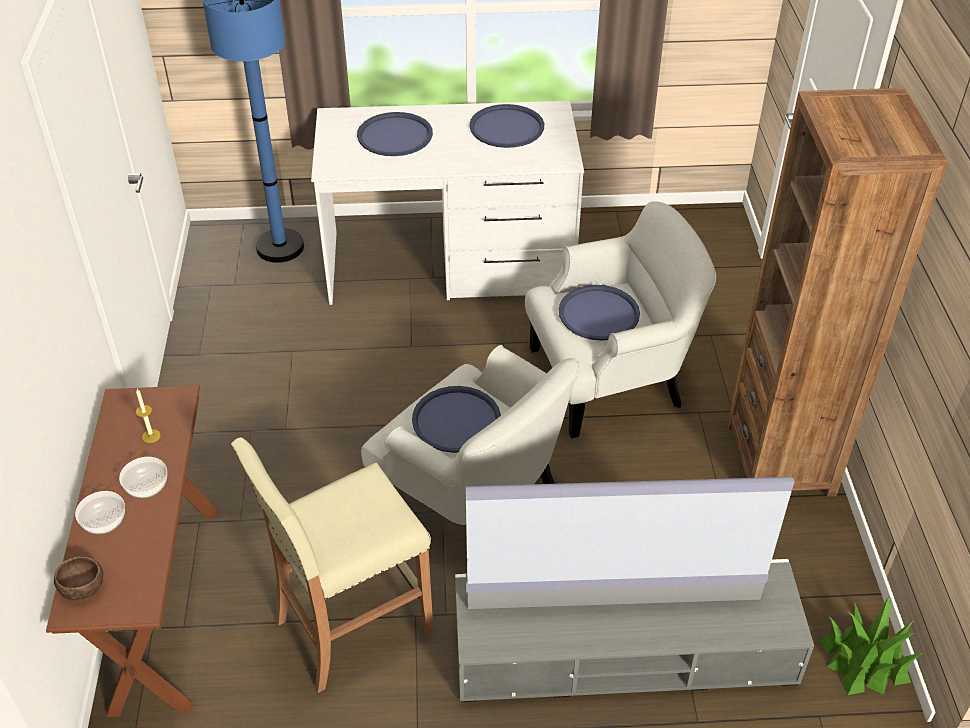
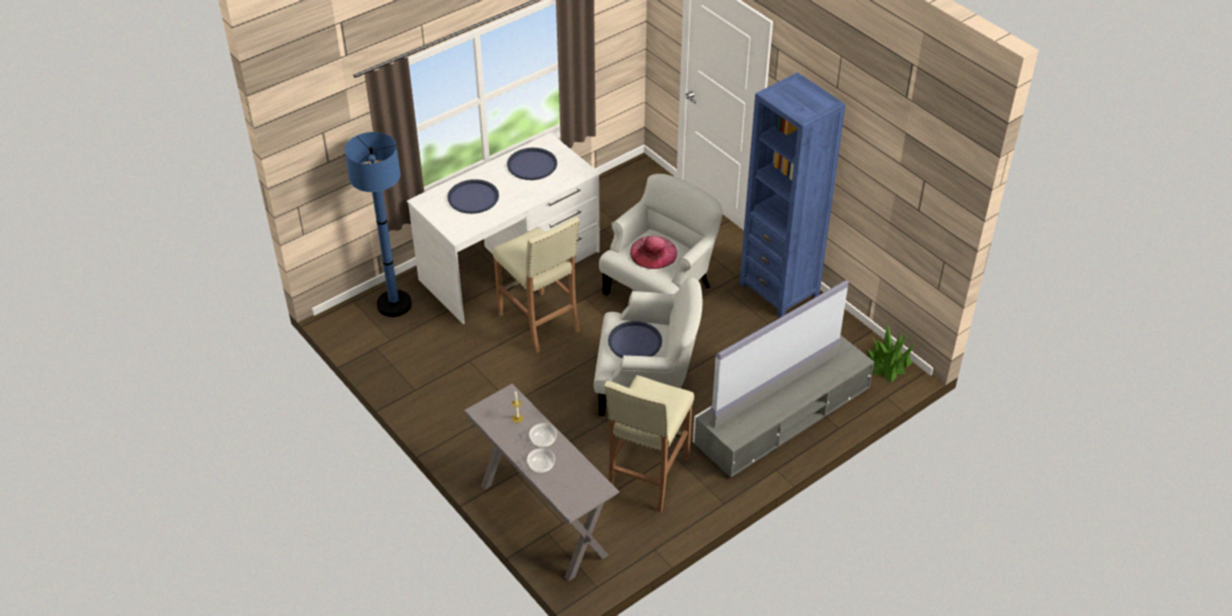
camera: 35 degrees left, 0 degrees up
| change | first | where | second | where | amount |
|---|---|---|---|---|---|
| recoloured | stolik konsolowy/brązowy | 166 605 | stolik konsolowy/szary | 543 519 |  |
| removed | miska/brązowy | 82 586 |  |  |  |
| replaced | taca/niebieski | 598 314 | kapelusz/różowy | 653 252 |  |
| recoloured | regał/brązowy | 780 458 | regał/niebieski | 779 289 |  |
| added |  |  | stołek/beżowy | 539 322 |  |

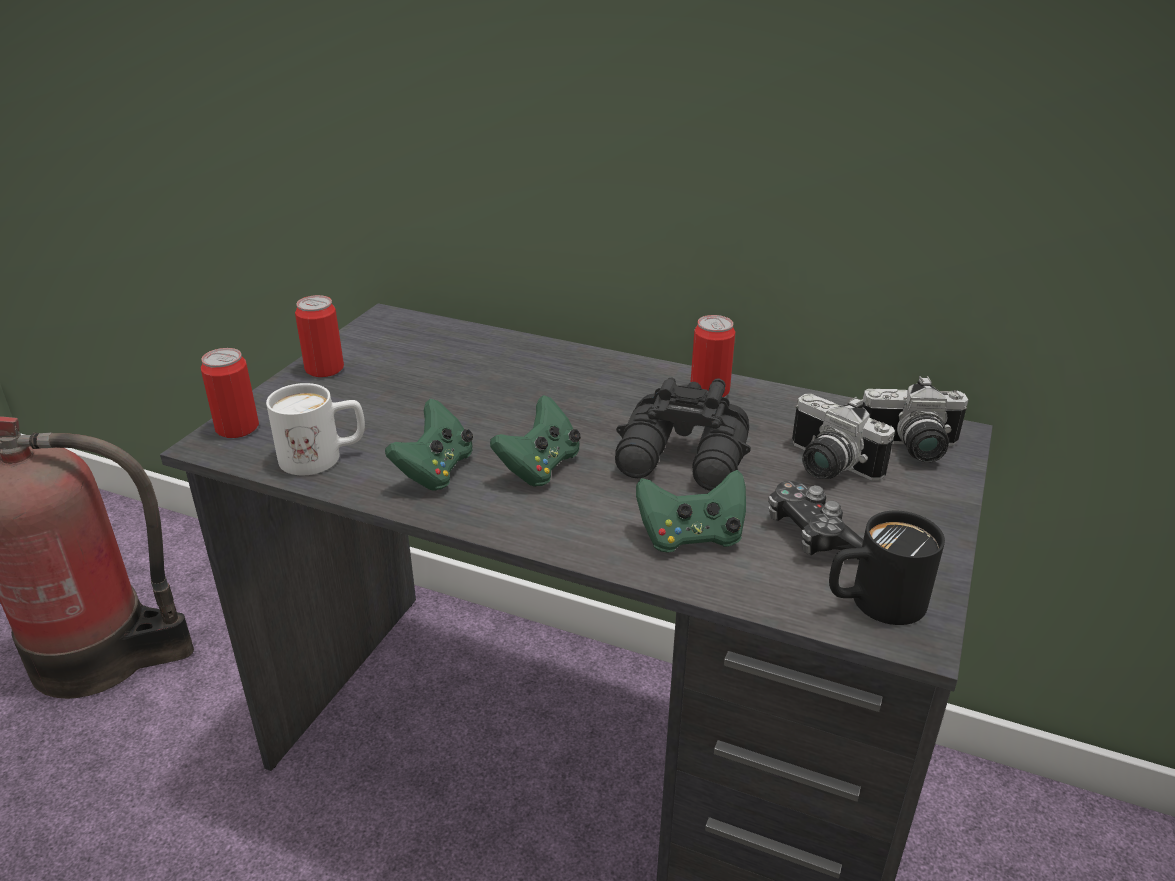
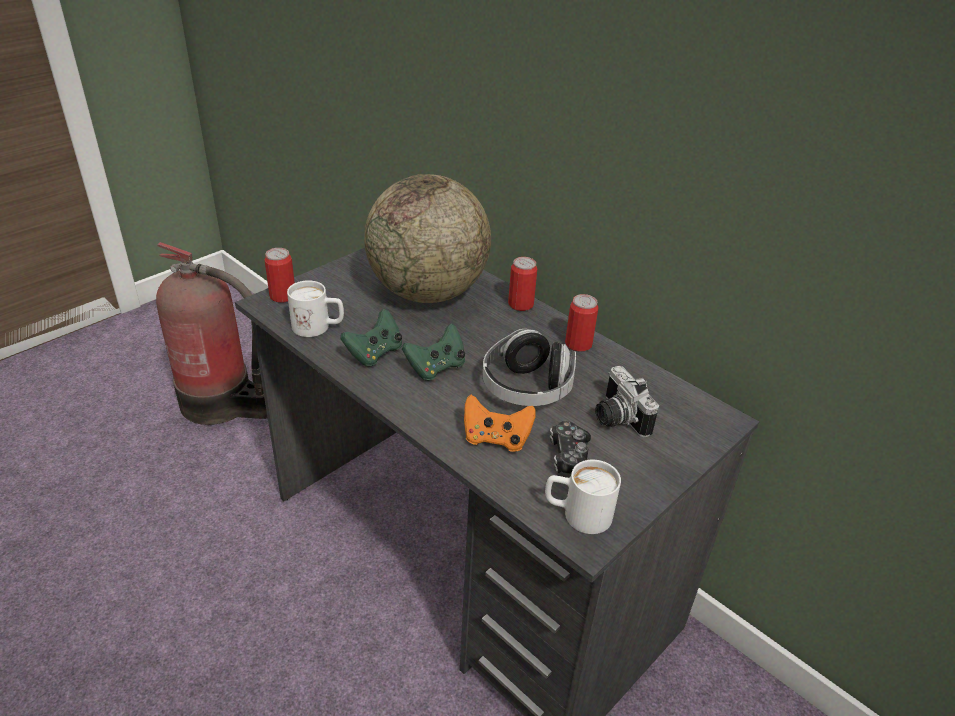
camera: 20 degrees right, 5 degrees up
| change | first | where | second | where | amount |
|---|---|---|---|---|---|
| moved | puszka | 324 369 |  | 520 304 |  |
| replaced | lornetka/czarny | 684 460 | słuchawki | 527 388 |  |
| recoloured | pad do gier/zielony | 691 537 | pad do gier/pomarańczowy | 496 439 |  |
| recoloured | kubek/czarny | 873 603 | kubek/biały | 577 514 |  |
| removed | aparat fotograficzny | 910 449 |  |  |  |
| added |  |  | globus | 428 292 |  |

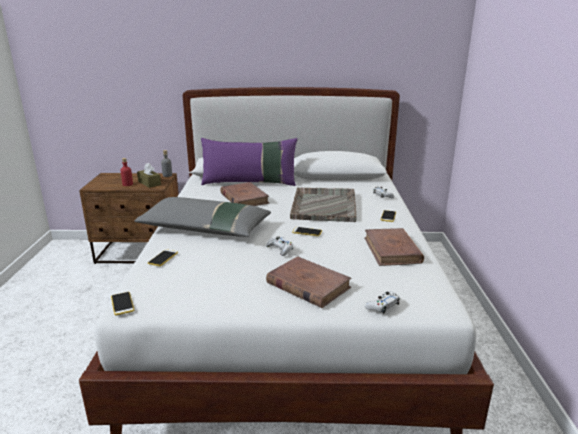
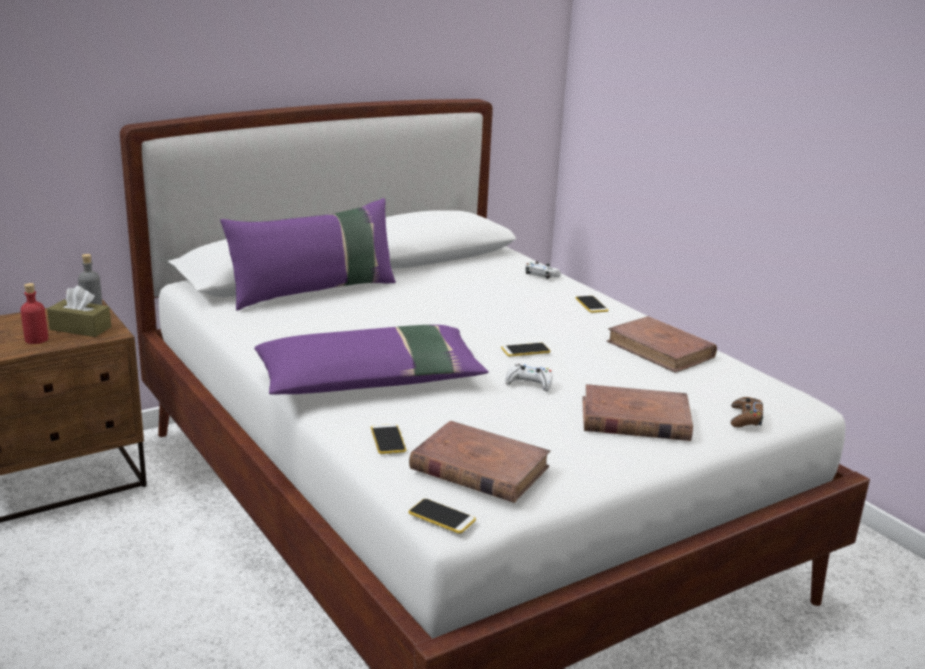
camera: 35 degrees left, 0 degrees up
| change | first | where | second | where | amount |
|---|---|---|---|---|---|
| recoloured | poduszka/szary | 204 228 | poduszka/fioletowy | 371 381 |  |
| moved | książka/brązowy | 244 198 |  | 478 468 |  |
| removed | taca/szary | 324 205 |  |  |  |
| recoloured | pad do gier/biały | 382 306 | pad do gier/brązowy | 745 418 |  |

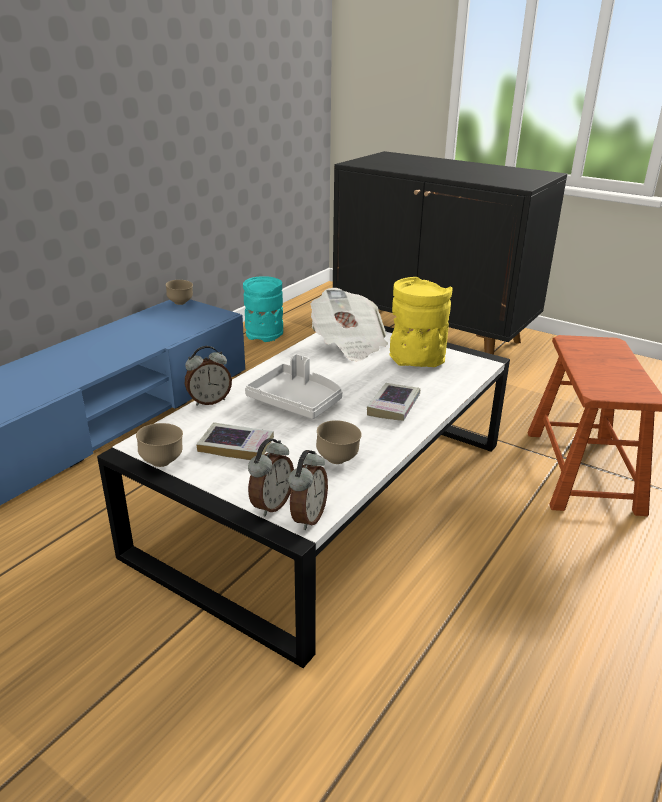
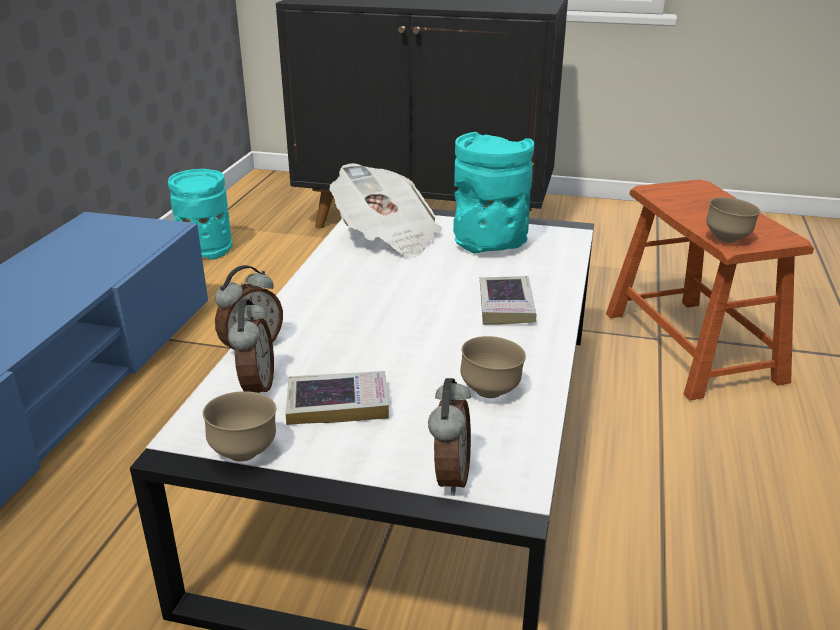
camera: 20 degrees left, 0 degrees up
| change | first | where | second | where | amount |
|---|---|---|---|---|---|
| moved | miska/brązowy | 181 303 |  | 728 239 |  |
| removed | taca/szary | 296 401 |  |  |  |
| moved | budzik | 307 517 |  | 256 386 |  |
| recoloured | wazon/żółty | 415 361 | wazon/turkusowy | 488 245 |  |

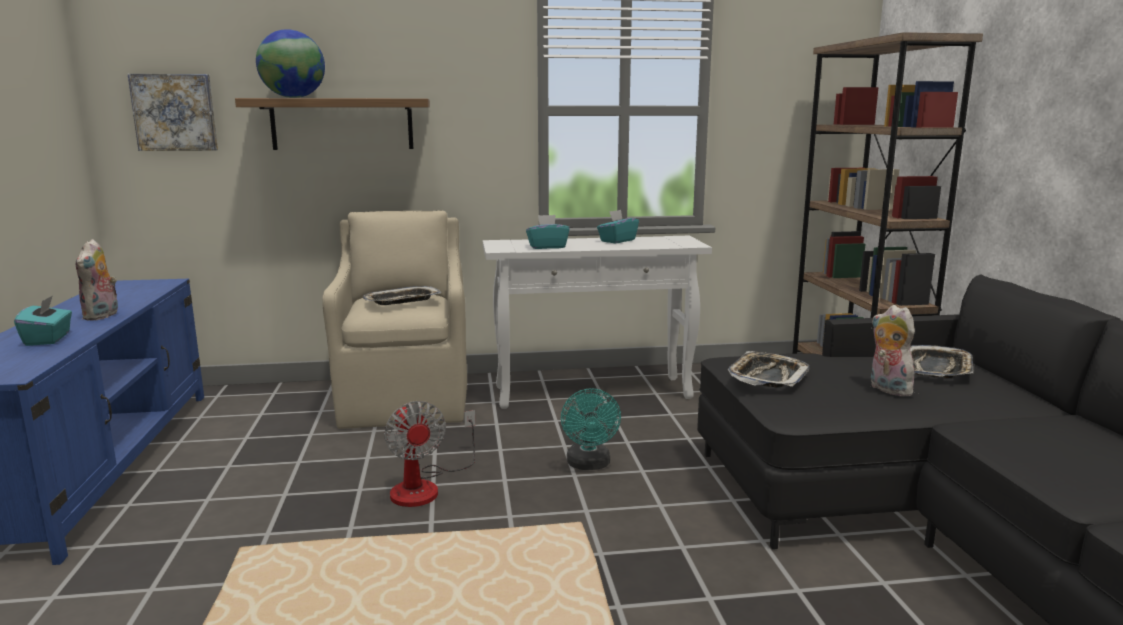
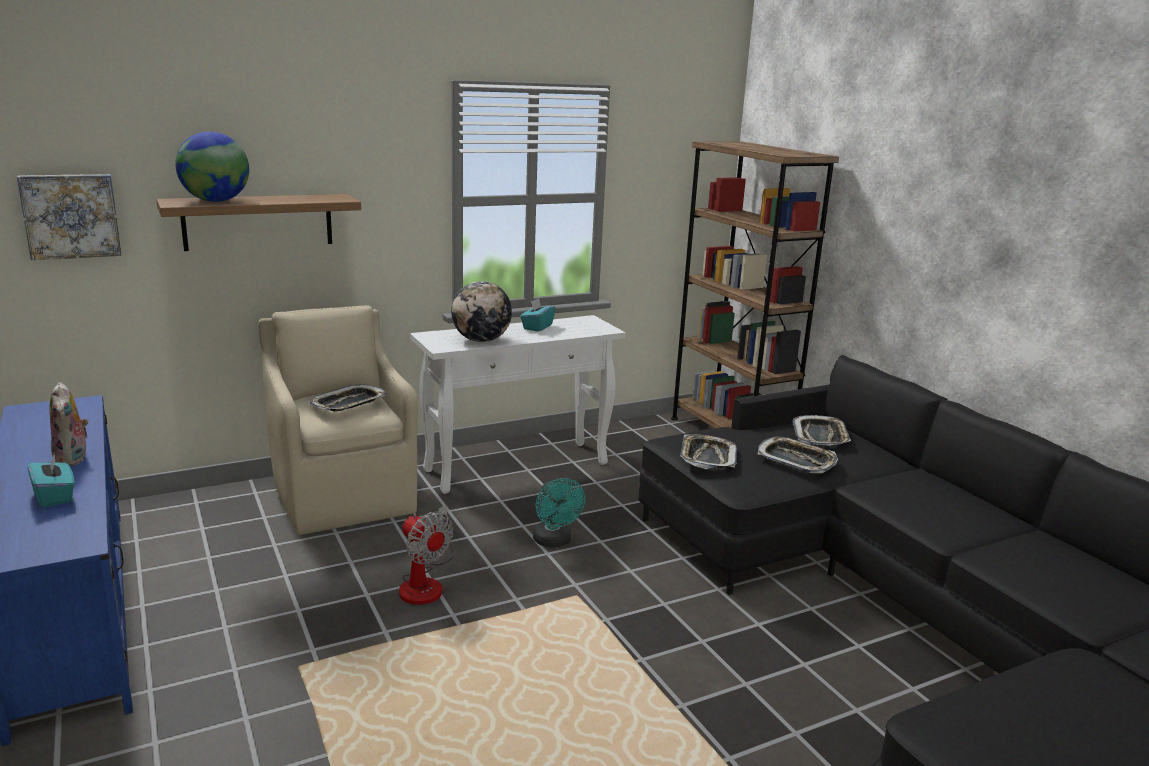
camera: 20 degrees left, 5 degrees up
| change | first | where | second | where | amount |
|---|---|---|---|---|---|
| replaced | pudełko chusteczek/turkusowy | 547 247 | globus | 481 340 |  |
| replaced | pluszak | 886 389 | taca | 796 460 |  |

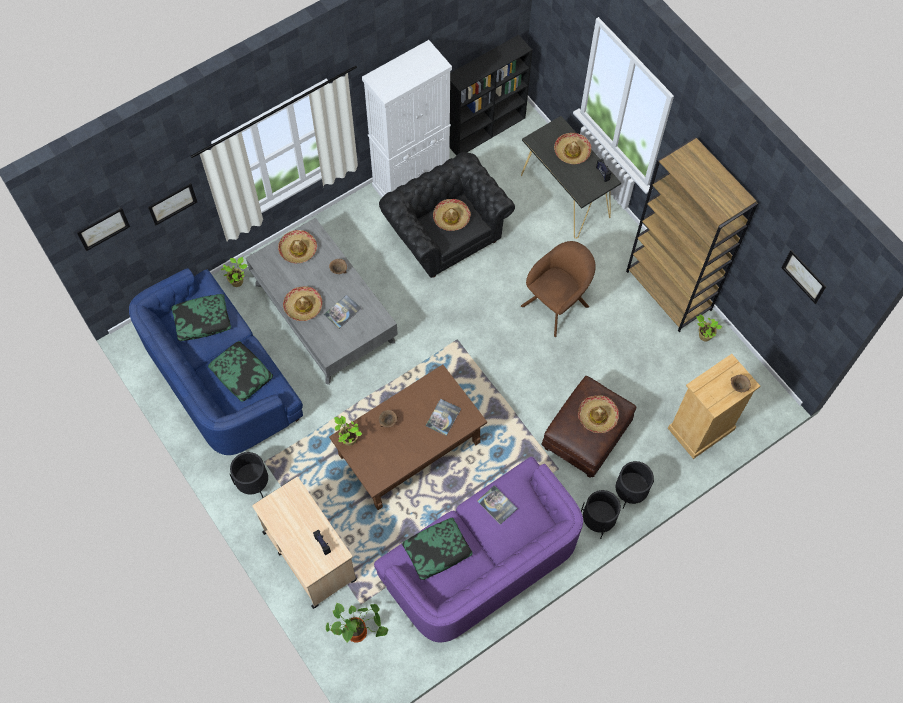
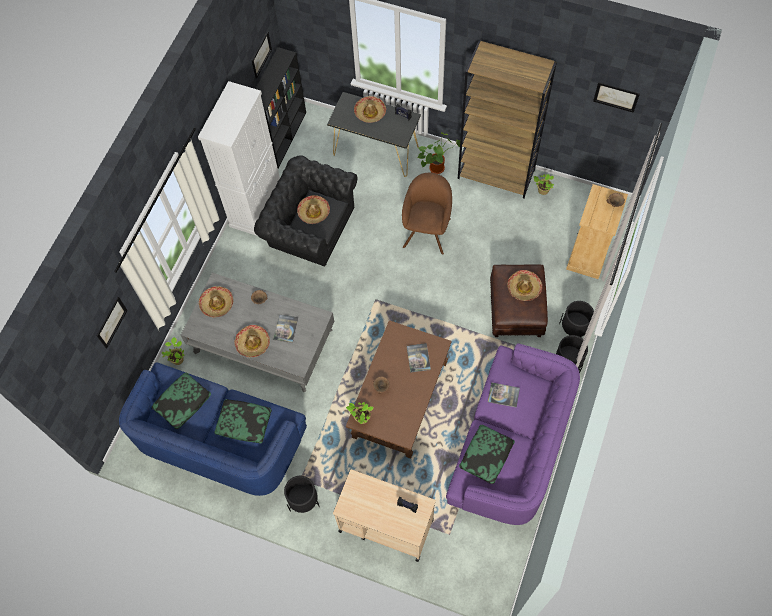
camera: 30 degrees left, 0 degrees up
| change | first | where | second | where | amount |
|---|---|---|---|---|---|
| moved | obraz | 103 229 |  | 261 54 |  |
| moved | roślina doniczkowa | 359 631 |  | 437 167 |  |

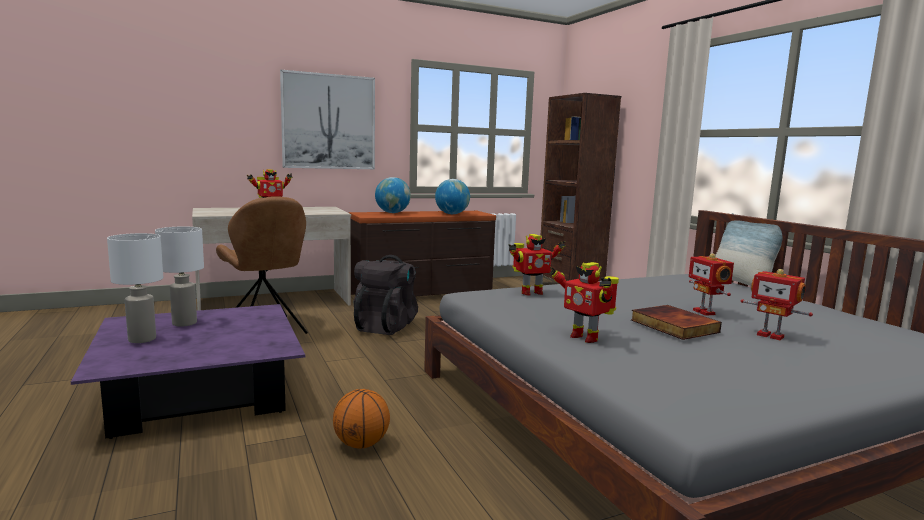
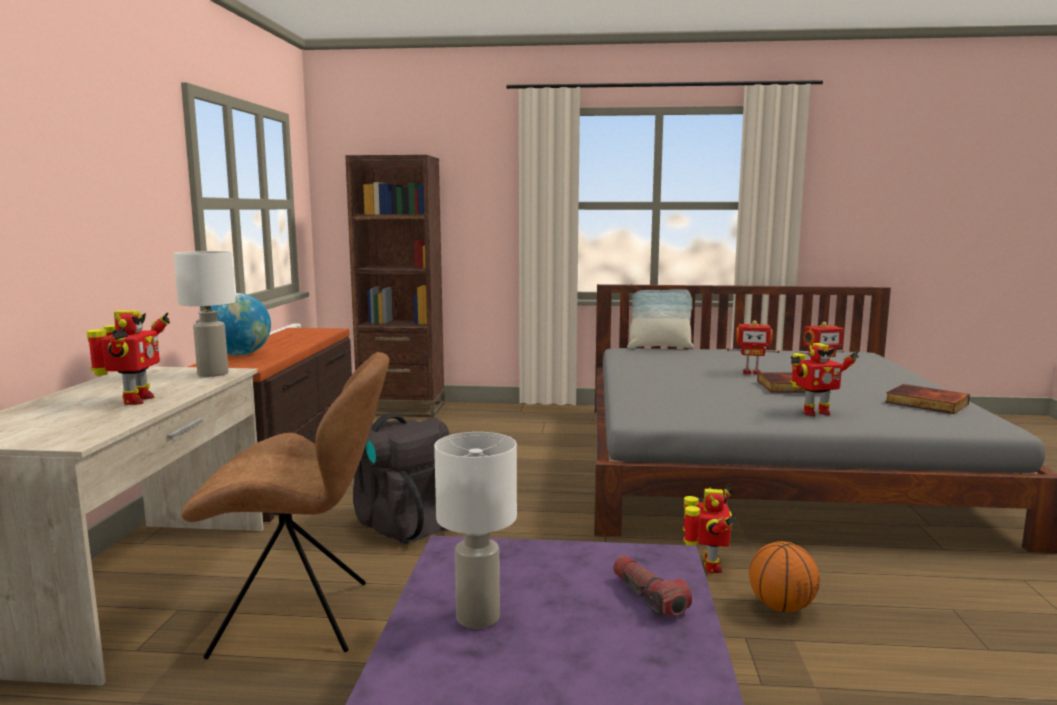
camera: 60 degrees left, 0 degrees up
| change | first | where | second | where | amount |
|---|---|---|---|---|---|
| moved | lampa stołowa/biały | 141 339 |  | 212 374 |  |
| removed | obraz | 329 122 |  |  |  |
| removed | globus | 452 214 |  |  |  |
| moved | robot zabawkowy | 530 293 |  | 709 566 |  |
| added |  |  | latarka | 648 597 |  |
| added |  |  | książka | 925 403 |  |

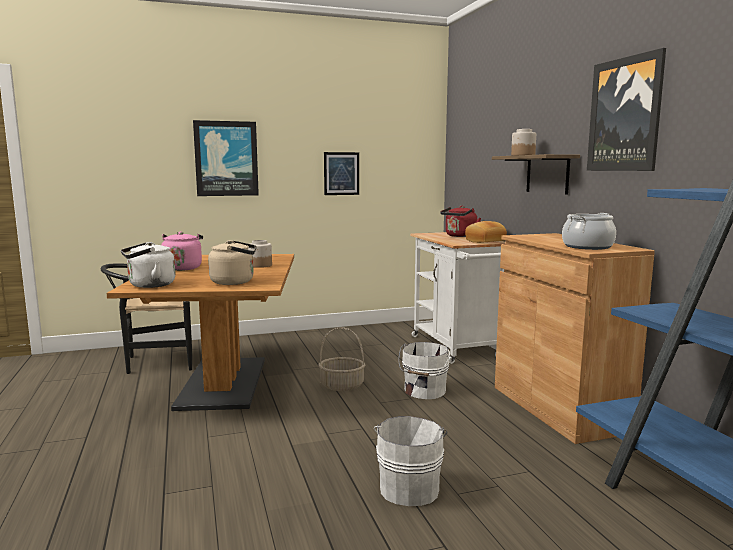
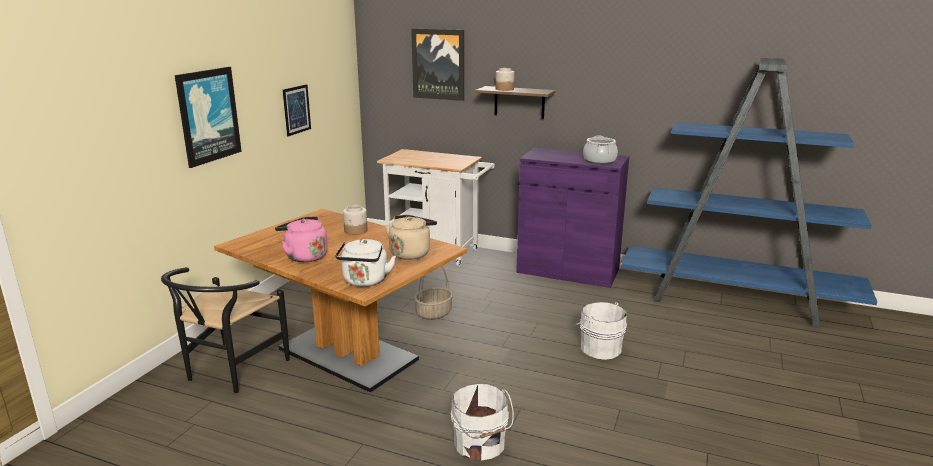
camera: 50 degrees left, 10 degrees up
| change | first | where | second | where | amount |
|---|---|---|---|---|---|
| moved | wiadro/biały | 424 391 |  | 480 445 |  |
| removed | czajnik/czerwony | 460 236 |  |  |  |
| removed | chleb | 484 241 |  |  |  |
| recoloured | szafka/brązowy | 559 408 | szafka/fioletowy | 568 271 |  |
| moved | obraz | 625 115 |  | 438 64 |  |

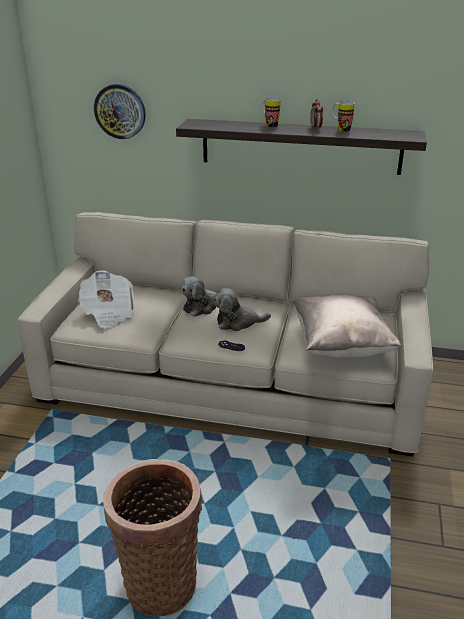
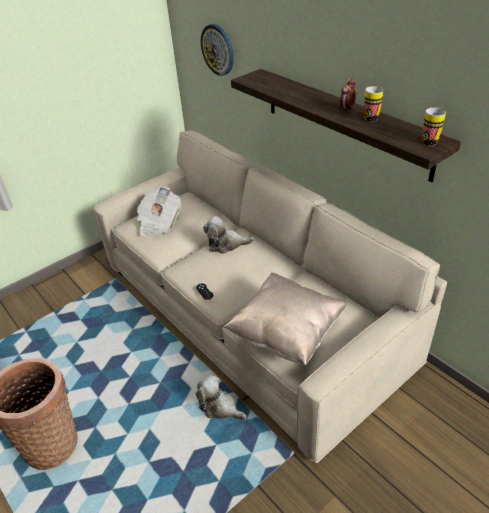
camera: 40 degrees right, 10 degrees up
| change | first | where | second | where | amount |
|---|---|---|---|---|---|
| moved | pluszak | 238 322 |  | 220 407 |  |
| moved | kubek | 269 125 |  | 428 140 |  |

